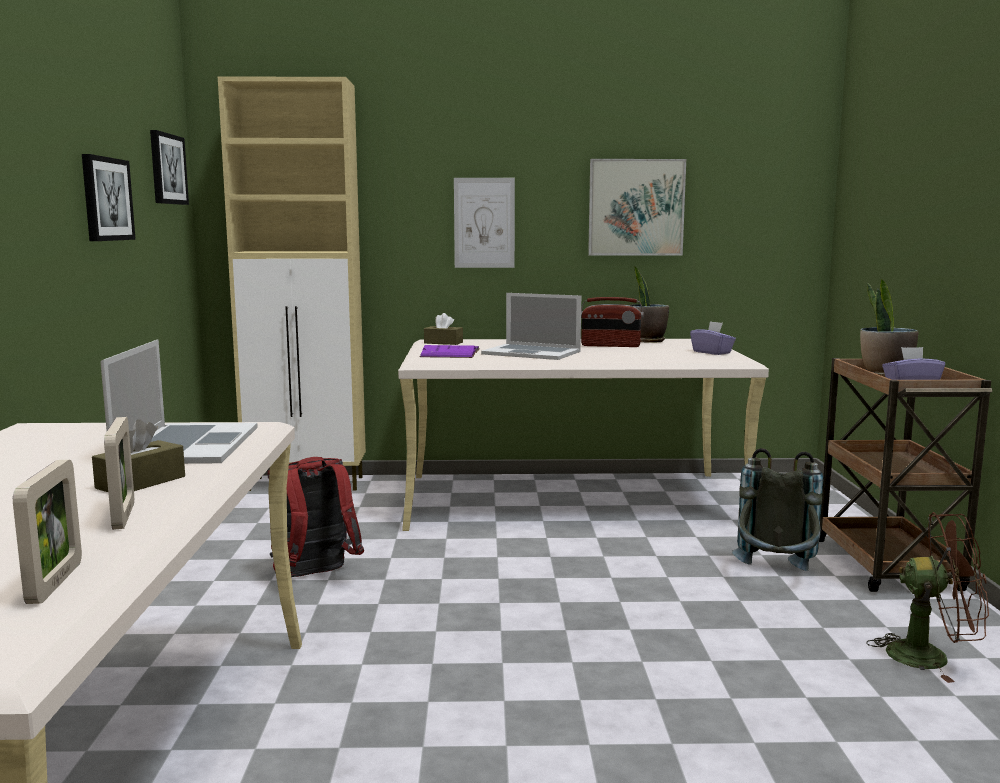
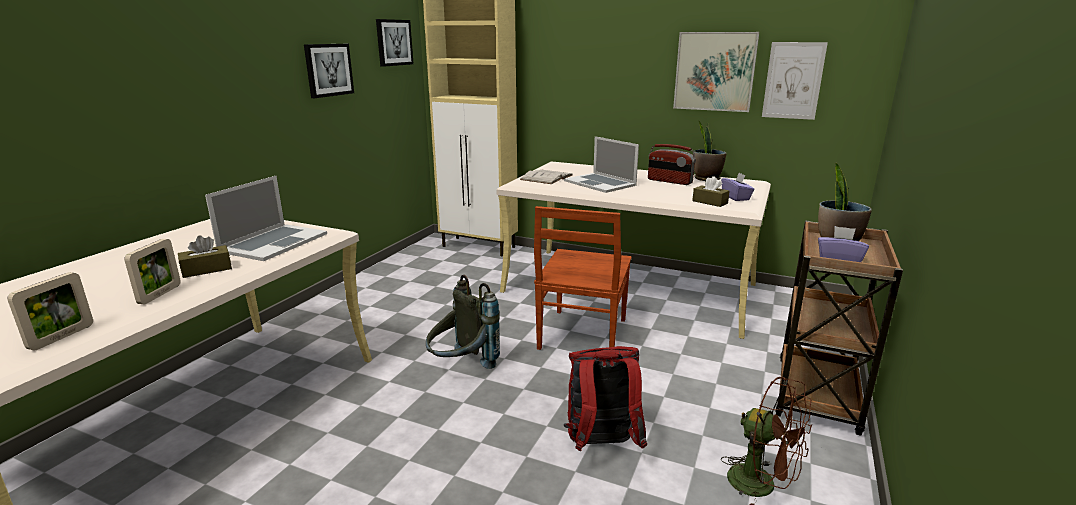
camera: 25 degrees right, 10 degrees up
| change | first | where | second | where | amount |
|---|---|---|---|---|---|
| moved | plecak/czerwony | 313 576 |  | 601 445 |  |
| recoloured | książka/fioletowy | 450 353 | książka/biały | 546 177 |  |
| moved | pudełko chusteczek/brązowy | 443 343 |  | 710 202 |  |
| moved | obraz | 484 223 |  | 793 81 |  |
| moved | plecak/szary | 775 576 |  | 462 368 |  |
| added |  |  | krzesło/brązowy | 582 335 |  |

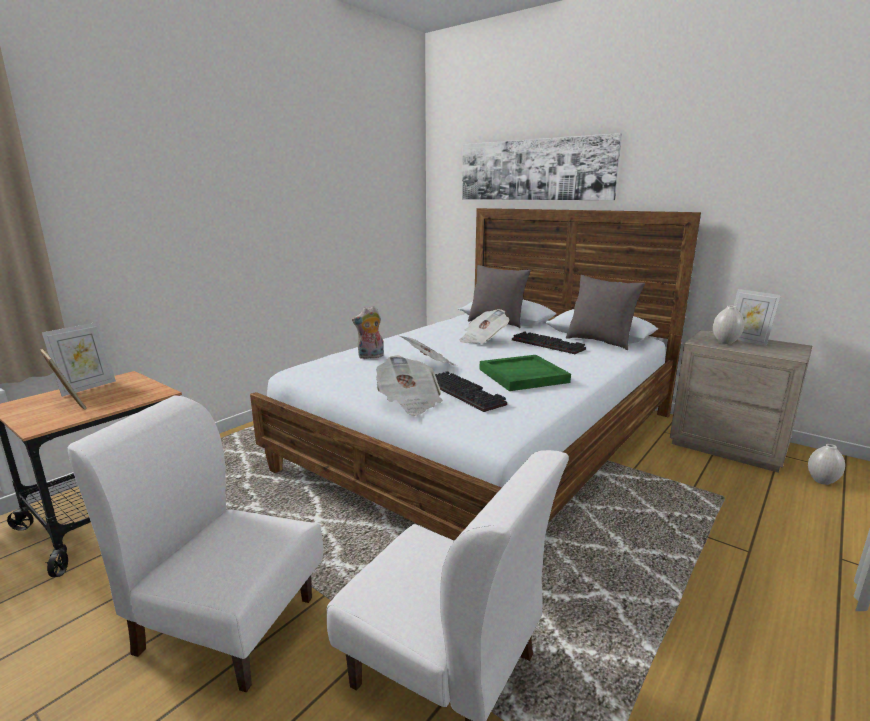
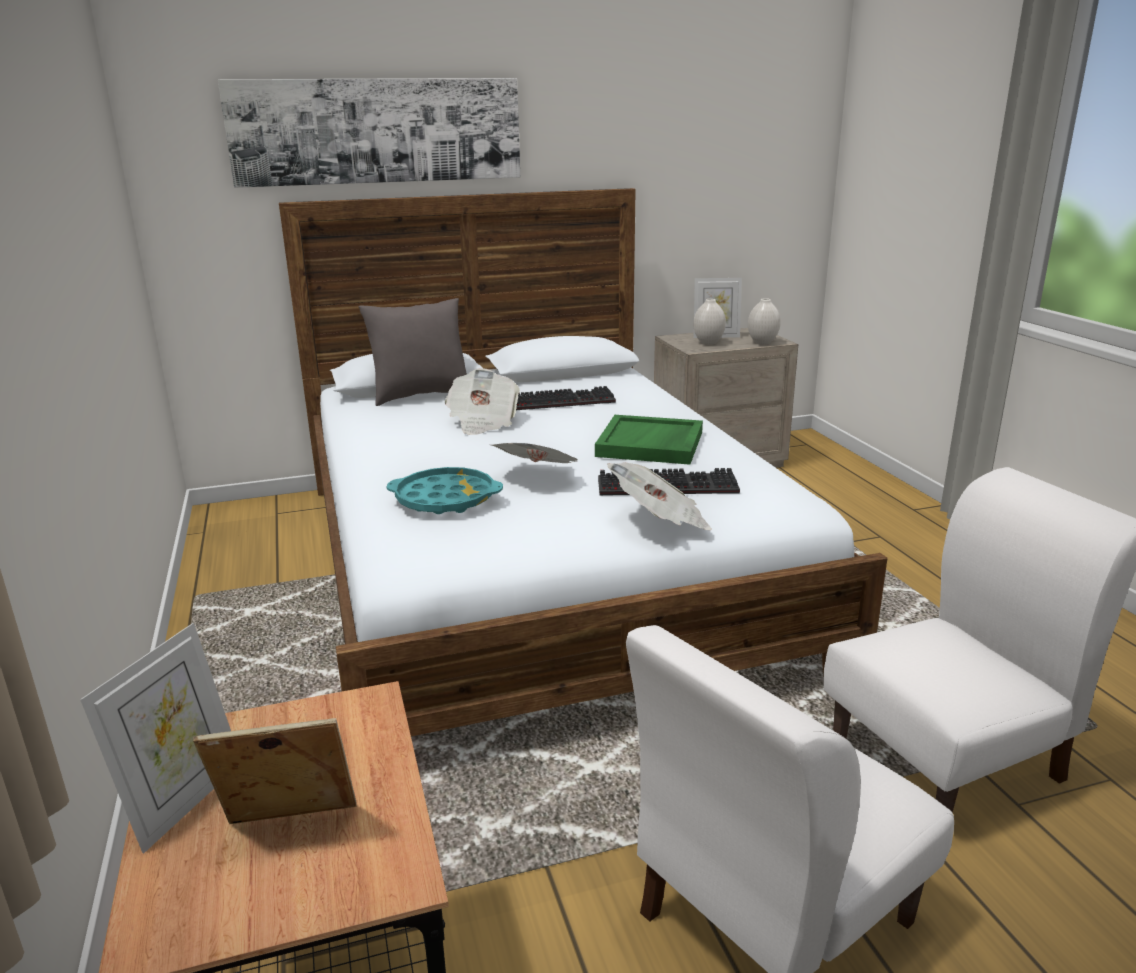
camera: 55 degrees left, 5 degrees up
| change | first | where | second | where | amount |
|---|---|---|---|---|---|
| turned | ramka na zdjęcie | 87 387 |  | 184 801 | 45 degrees clockwise |
| replaced | pluszak | 370 357 | taca/turkusowy | 445 499 |  |
| removed | poduszka/szary | 600 342 |  |  |  |
| moved | wazon/biały | 821 481 |  | 762 343 |  |

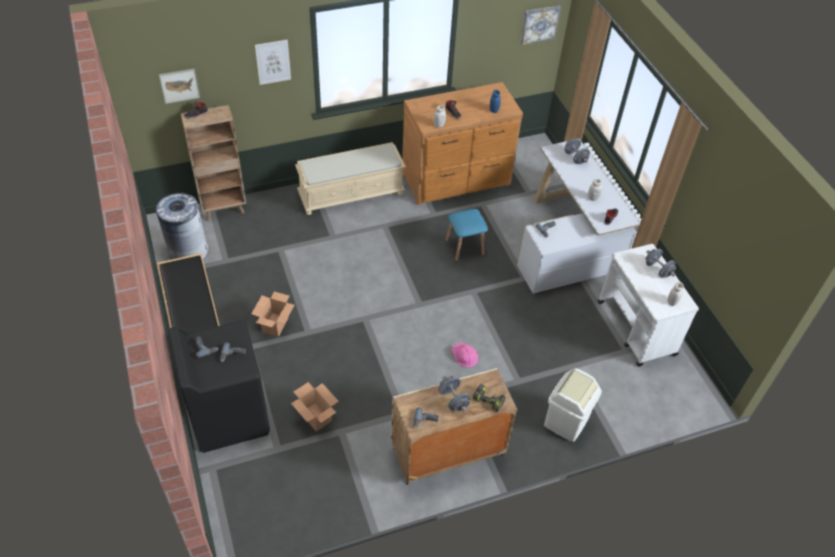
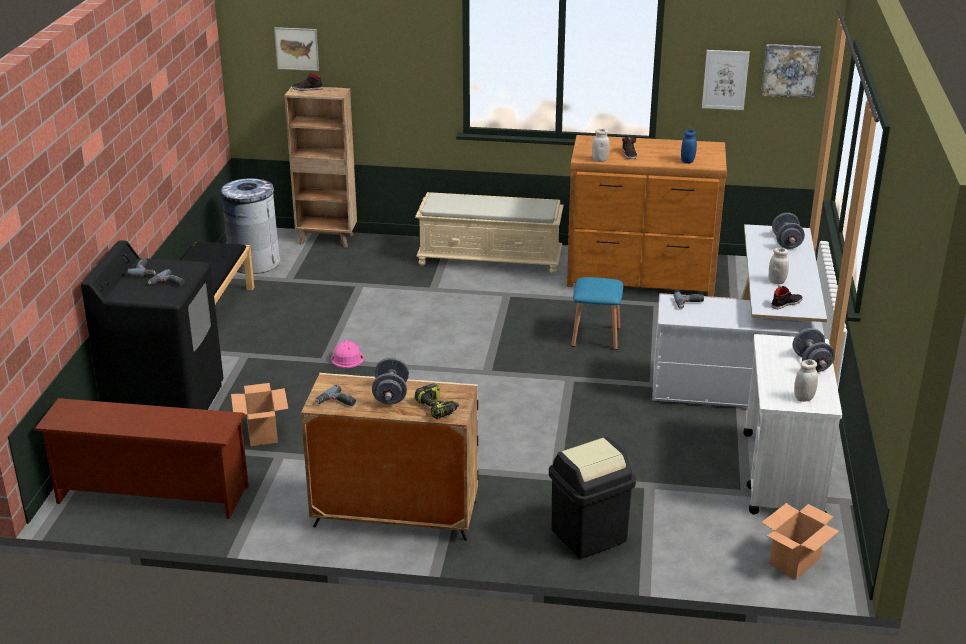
camera: 30 degrees right, 20 degrees down
| change | first | where | second | where | amount |
|---|---|---|---|---|---|
| moved | karton | 275 324 |  | 794 561 |  |
| moved | obraz | 273 62 |  | 725 79 |  |
| moved | kask/różowy | 464 355 |  | 347 357 |  |
| recoloured | kosz na śmieci/biały | 566 421 | kosz na śmieci/czarny | 588 535 |  |
| added |  |  | regał na buty/brązowy | 150 496 |  |

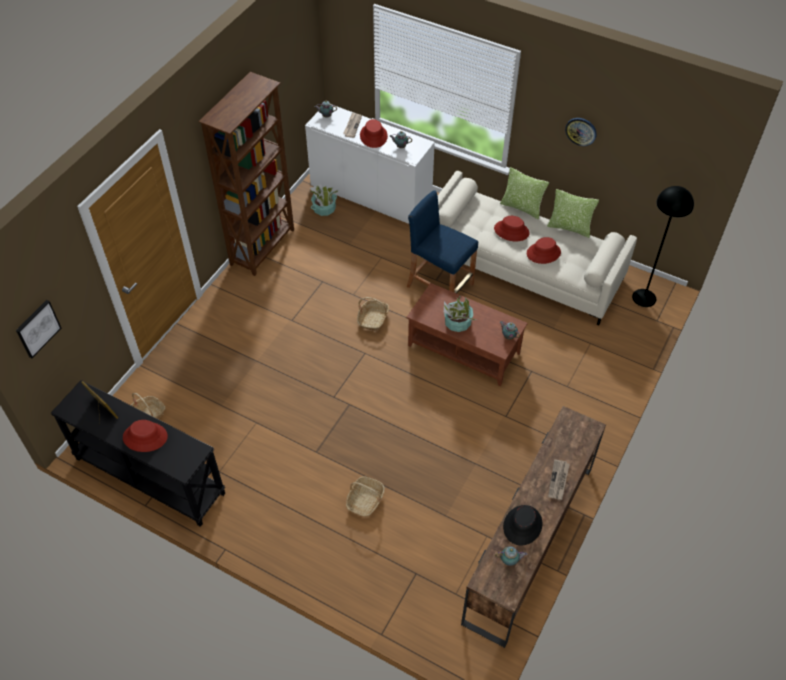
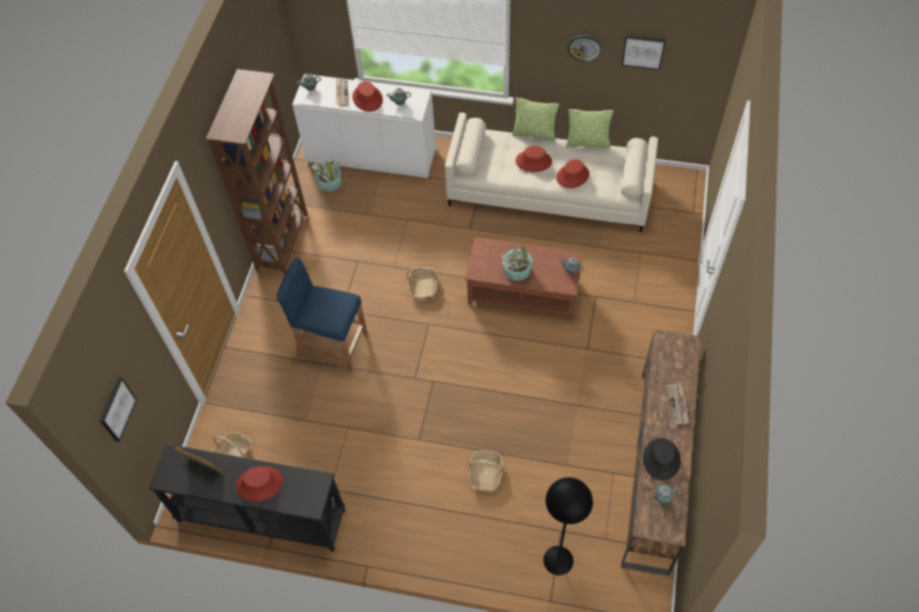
camera: 15 degrees left, 5 degrees up
| change | first | where | second | where | amount |
|---|---|---|---|---|---|
| moved | stołek/niebieski | 440 285 |  | 332 344 |  |
| moved | lampa stojąca/czarny | 644 297 |  | 558 560 |  |
| added |  |  | obraz | 643 51 |  |

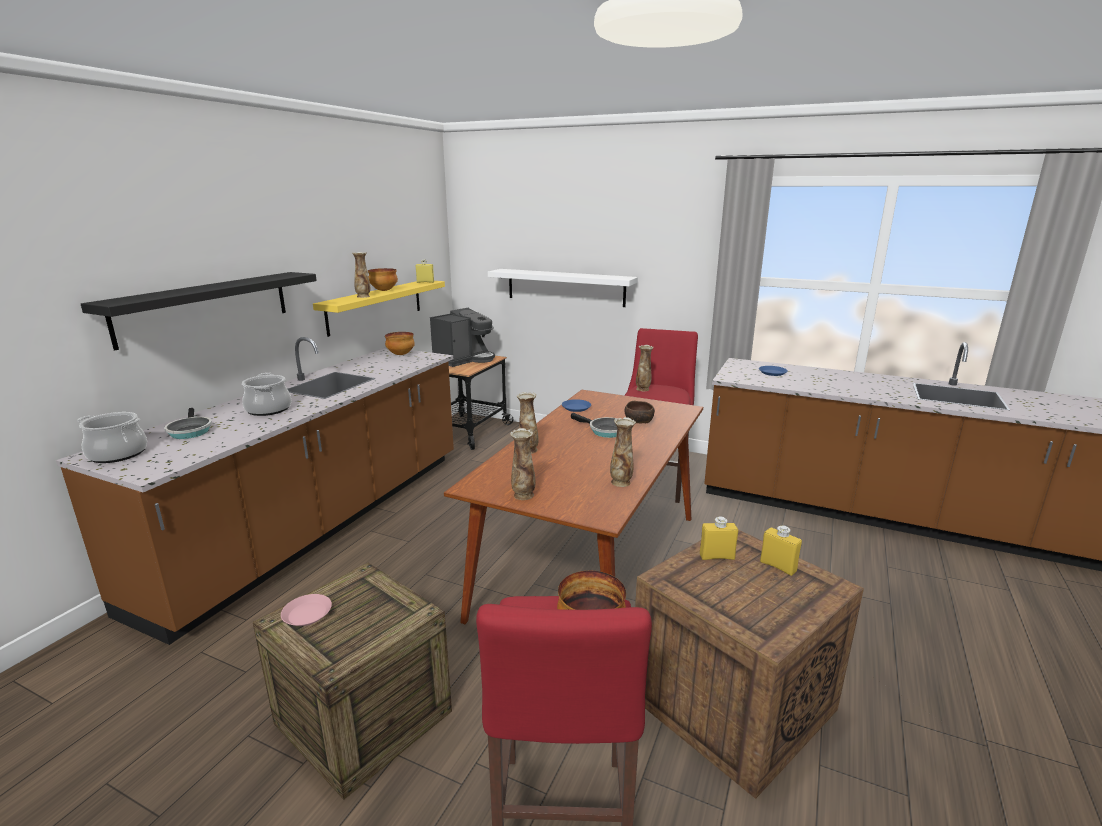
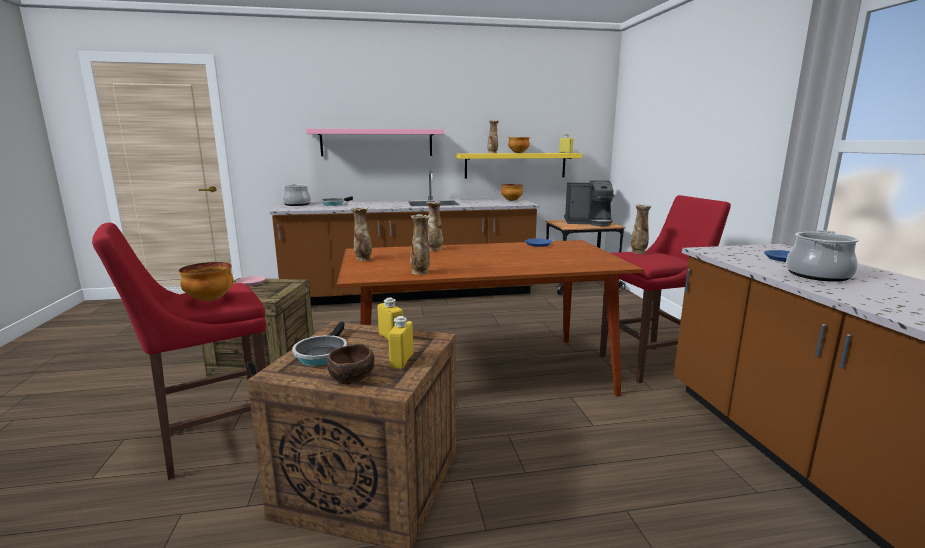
camera: 55 degrees right, 5 degrees down
| change | first | where | second | where | amount |
|---|---|---|---|---|---|
| recoloured | półka/czarny | 206 307 | półka/różowy | 377 142 |  |
| moved | garnek | 268 409 |  | 817 275 |  |
| removed | półka/biały | 565 287 |  |  |  |
| moved | patelnia | 604 431 |  | 322 354 |  |
| moved | miska/brązowy | 639 421 |  | 351 377 |  |

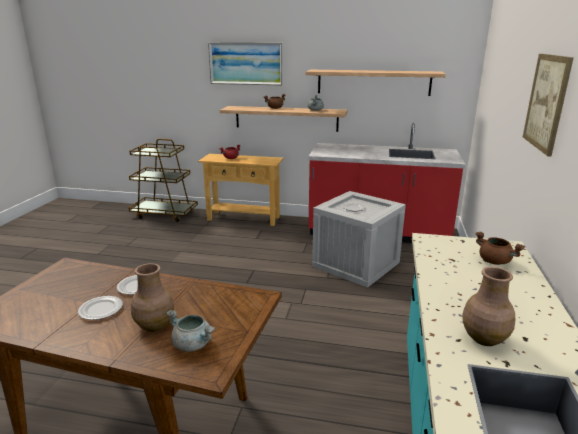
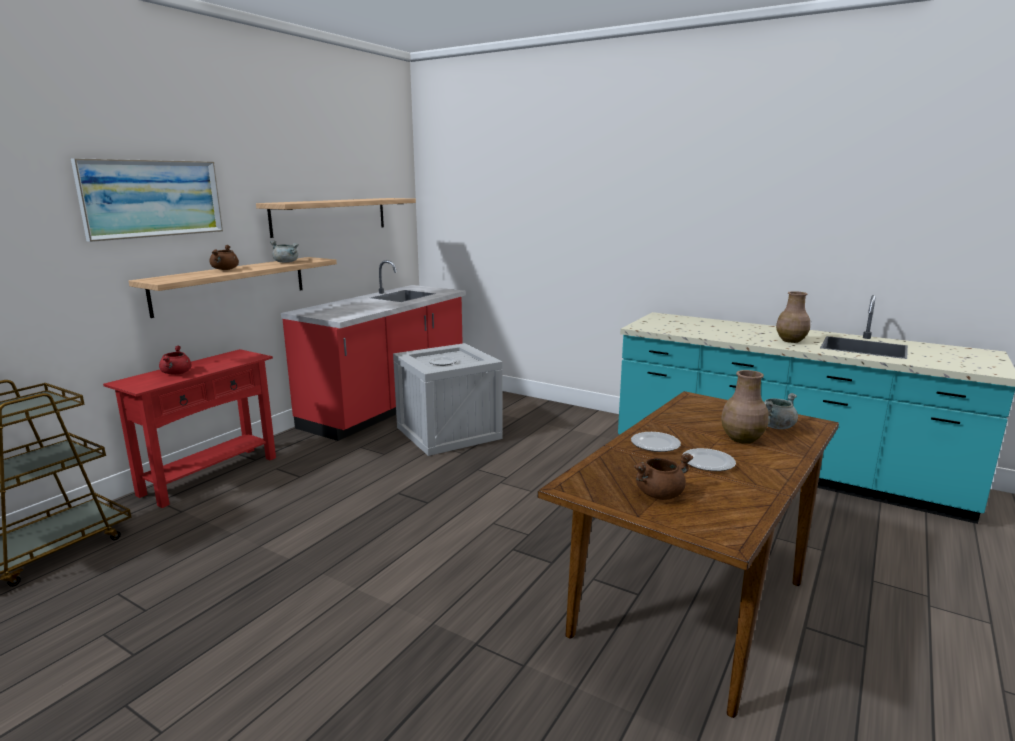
camera: 70 degrees left, 5 degrees down
| change | first | where | second | where | amount |
|---|---|---|---|---|---|
| recoloured | stolik konsolowy/beżowy | 243 218 | stolik konsolowy/czerwony | 210 475 |  |
| moved | garnek/brązowy | 495 261 |  | 659 494 |  |
| removed | obraz | 546 102 |  |  |  |

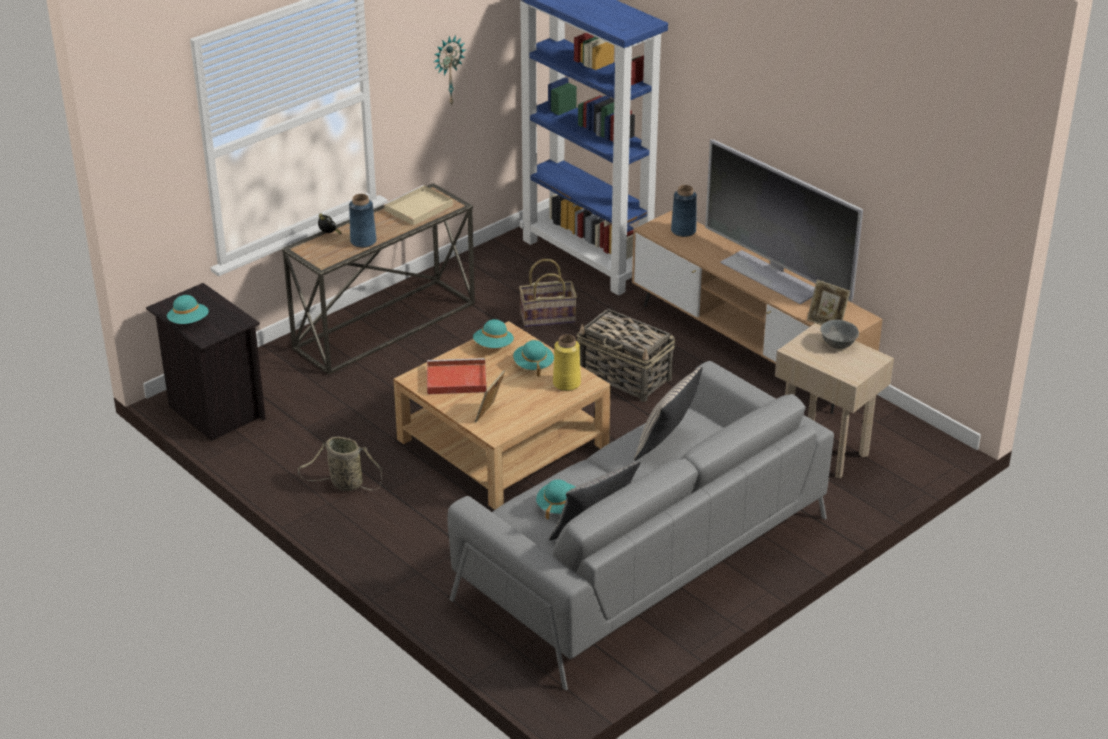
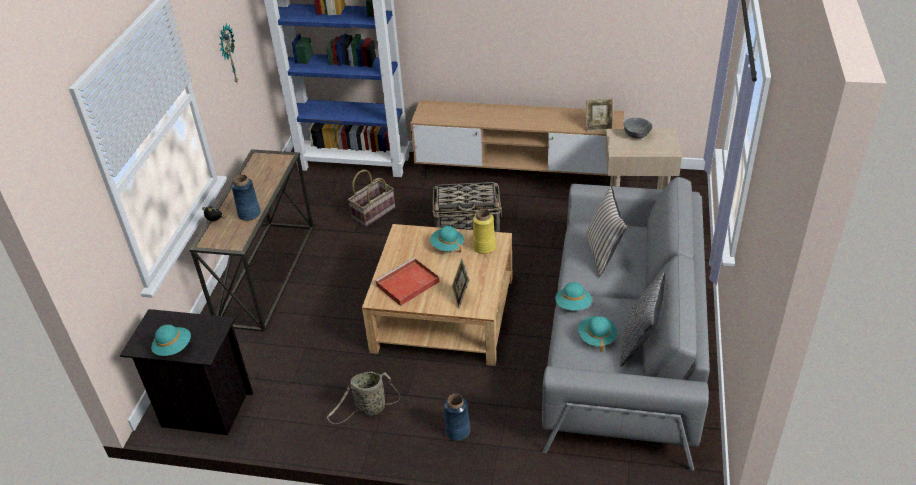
camera: 35 degrees left, 5 degrees up
| change | first | where | second | where | amount |
|---|---|---|---|---|---|
| removed | taca/beżowy | 417 208 |  |  |  |
| moved | kapelusz/turkusowy | 493 346 |  | 573 305 |  |
| moved | wazon/niebieski | 683 231 |  | 457 431 |  |
| removed | telewizor | 771 276 |  |  |  |

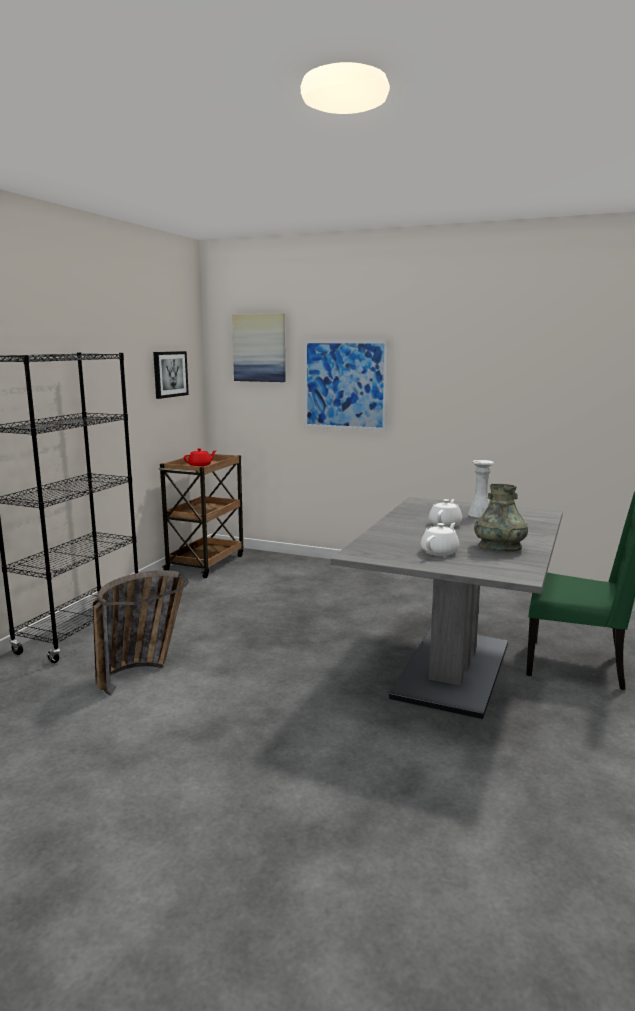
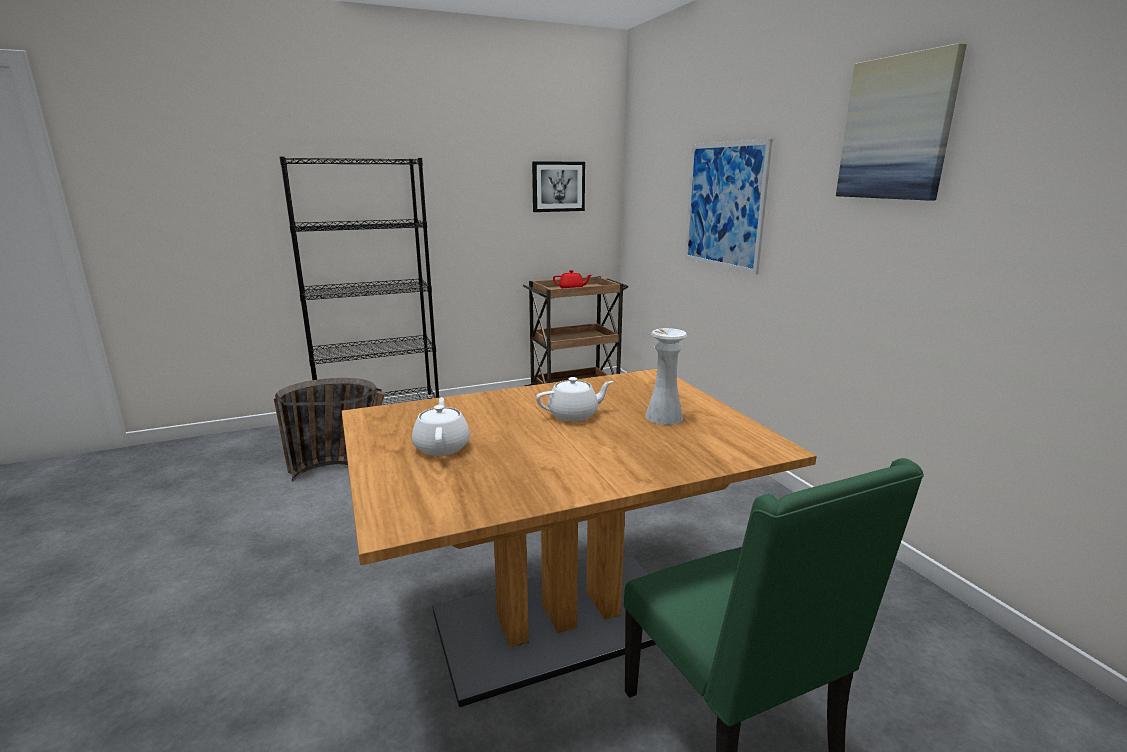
camera: 45 degrees right, 5 degrees up
| change | first | where | second | where | amount |
|---|---|---|---|---|---|
| moved | obraz | 259 348 |  | 896 129 |  |
| recoloured | stół jadalny/szary | 453 669 | stół jadalny/brązowy | 559 622 |  |
| turned | imbryk/biały | 440 552 |  | 442 446 | 90 degrees counterclockwise |
| removed | wazon/szary | 499 547 |  |  |  |

